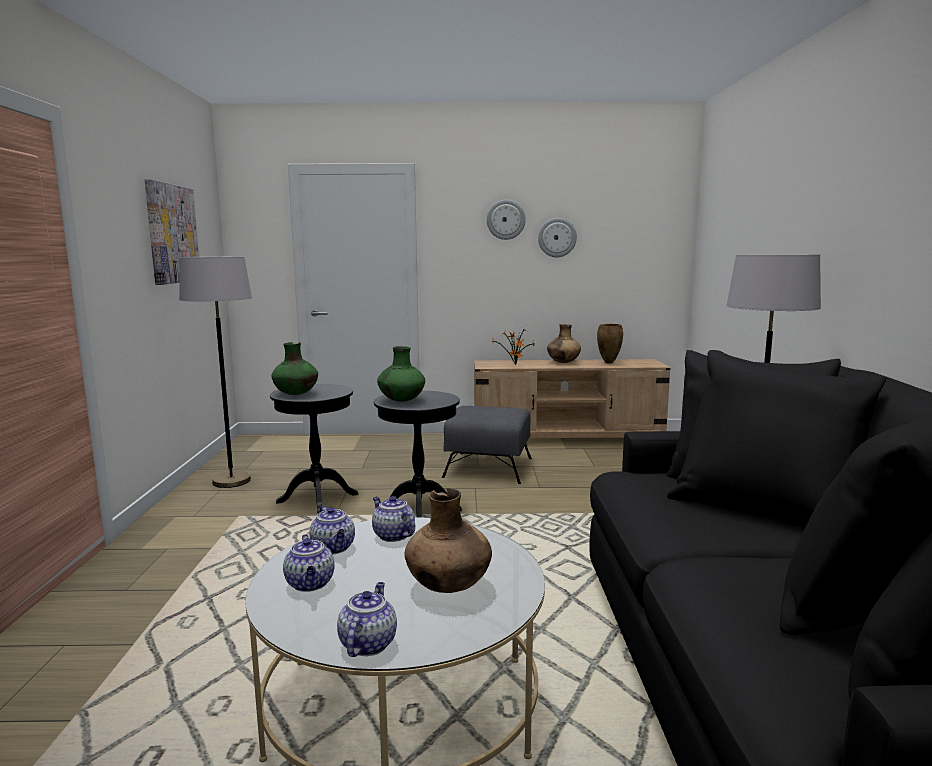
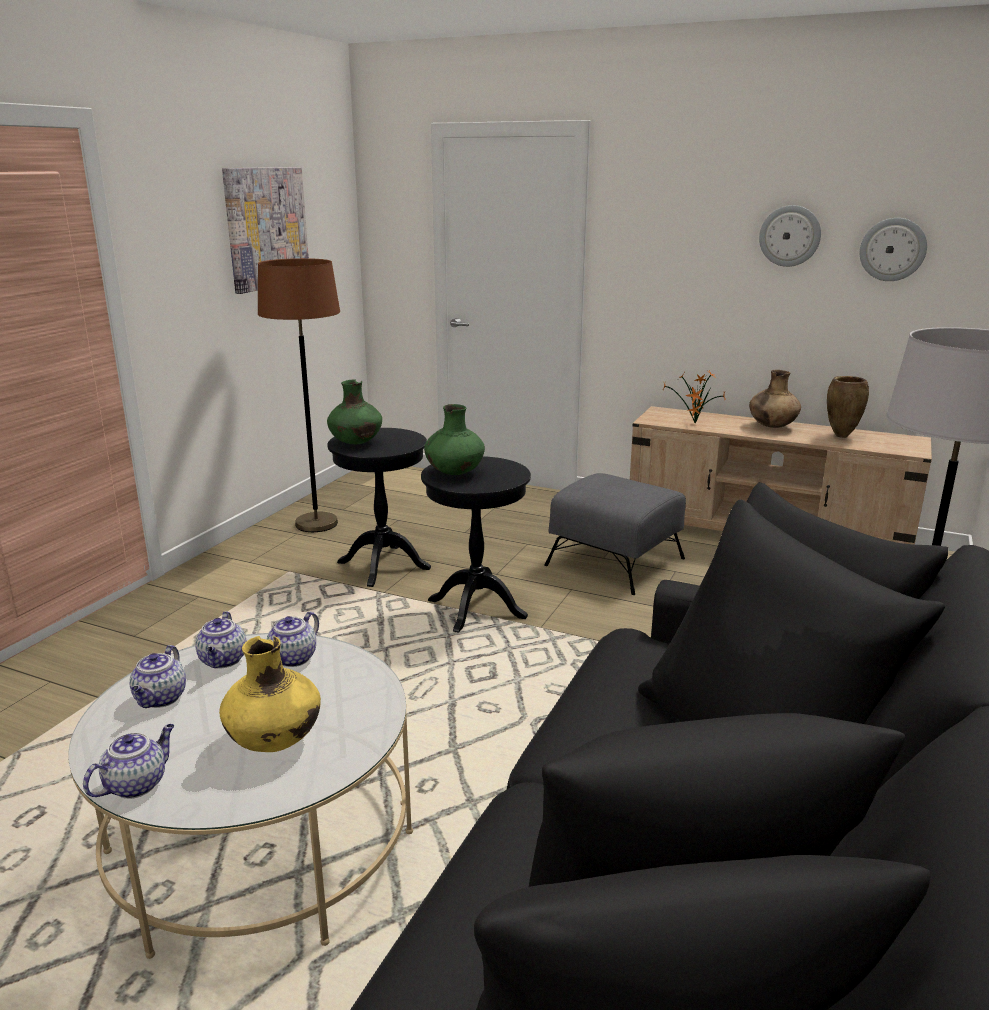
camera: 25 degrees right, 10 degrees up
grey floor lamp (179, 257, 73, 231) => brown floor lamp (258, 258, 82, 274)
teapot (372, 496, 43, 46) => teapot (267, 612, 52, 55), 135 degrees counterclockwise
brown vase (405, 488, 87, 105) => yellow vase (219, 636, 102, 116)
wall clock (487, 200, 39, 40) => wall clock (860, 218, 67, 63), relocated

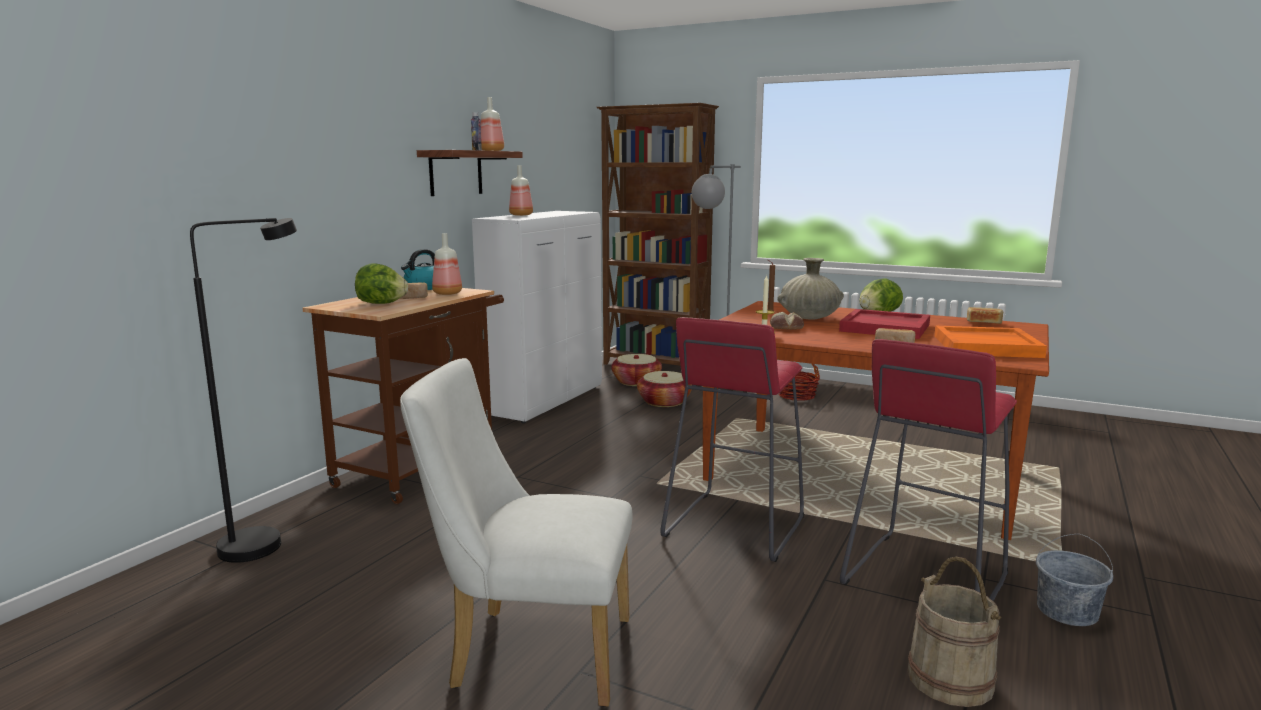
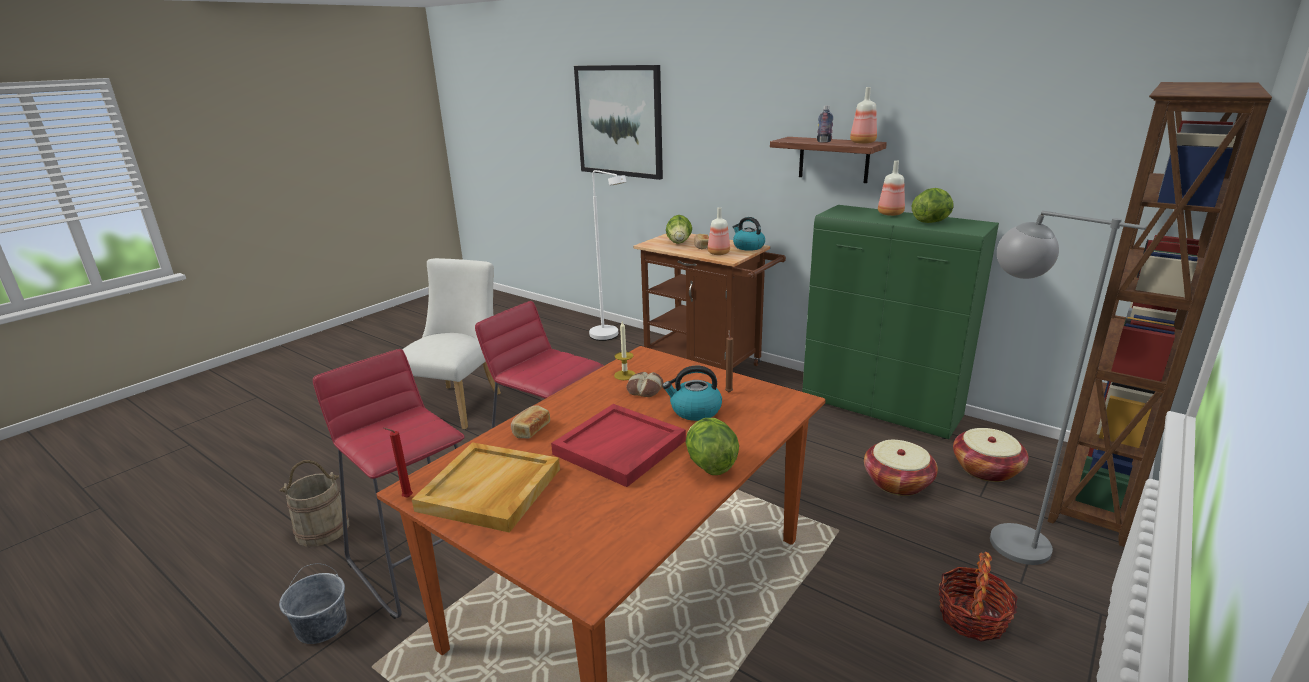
camera: 100 degrees right, 10 degrees up
black floor lamp (190, 218, 107, 345) => white floor lamp (589, 170, 37, 171)
white cabinet (472, 211, 130, 212) => green cabinet (802, 205, 197, 234)
beige vase (777, 258, 67, 61) => kettle (662, 365, 60, 56)
orange tray (934, 326, 113, 32) => beige tray (412, 442, 148, 91)
bread (967, 307, 36, 17) => nothing
nothing => red candle (383, 428, 30, 70)
nothing => picture (574, 65, 89, 115)
nothing => lettuce (912, 188, 42, 35)

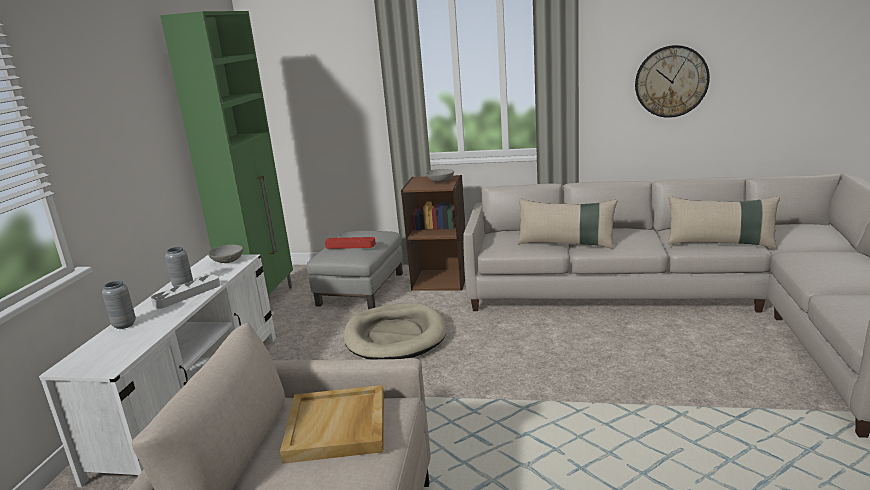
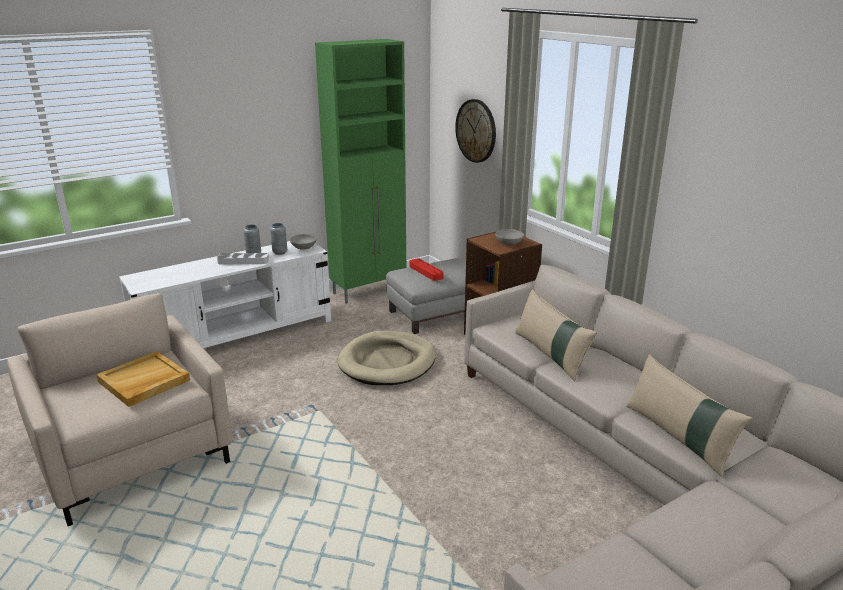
camera: 45 degrees right, 5 degrees up
grey vase (102, 281, 34, 48) => grey vase (270, 223, 17, 32), relocated
wall clock (635, 45, 75, 73) => wall clock (455, 99, 41, 64), relocated

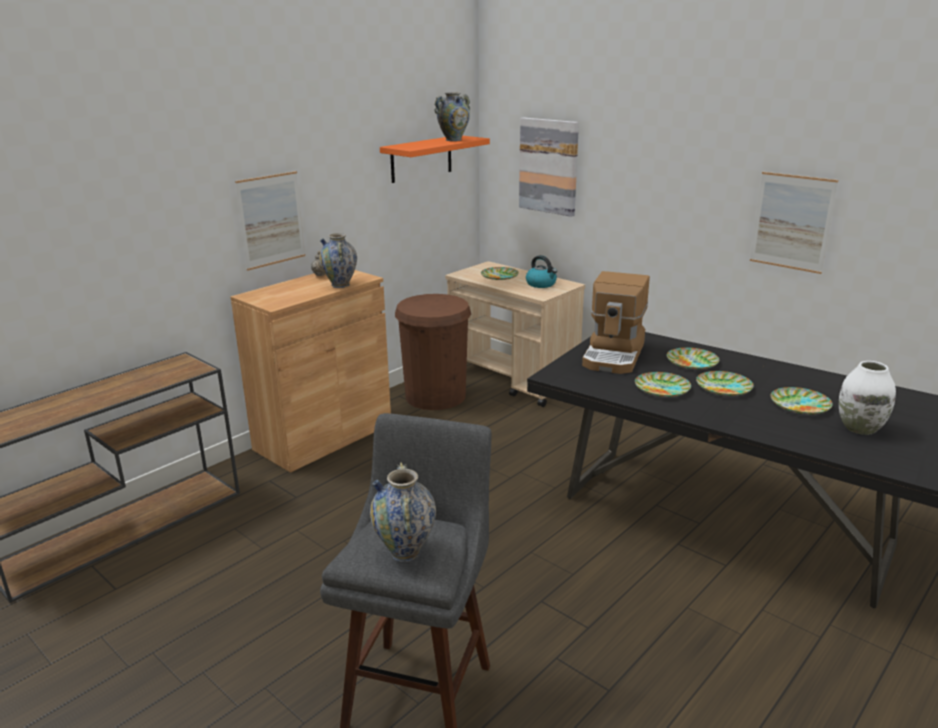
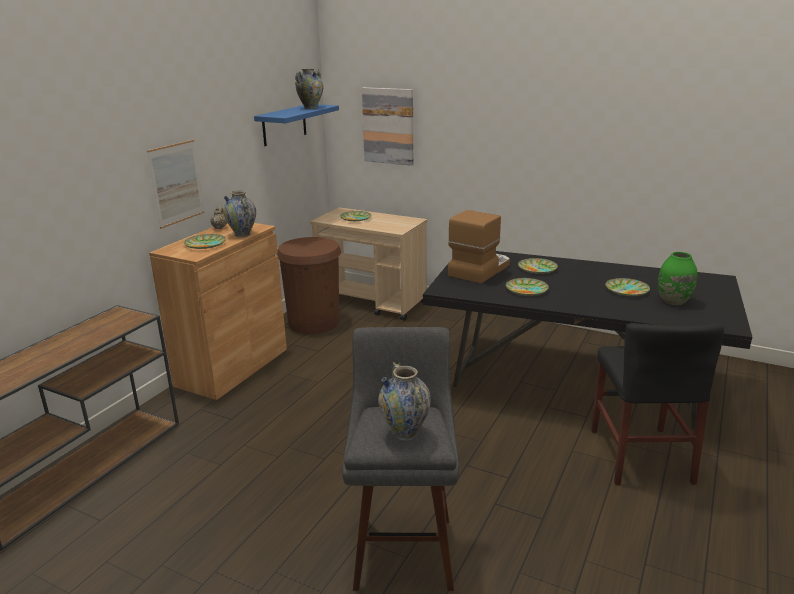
camera: 15 degrees left, 0 degrees up
orange shelf (380, 136, 110, 47) => blue shelf (254, 104, 85, 42)
kettle (526, 255, 31, 33) => nothing
coffee machine (582, 271, 68, 103) => coffee machine (448, 210, 62, 74), 150 degrees counterclockwise
plate (696, 371, 58, 25) => plate (184, 234, 42, 15), relocated
picture (750, 172, 88, 102) => nothing
white vase (839, 361, 57, 74) => green vase (658, 252, 40, 53)
nothing => black chair (591, 323, 133, 162)

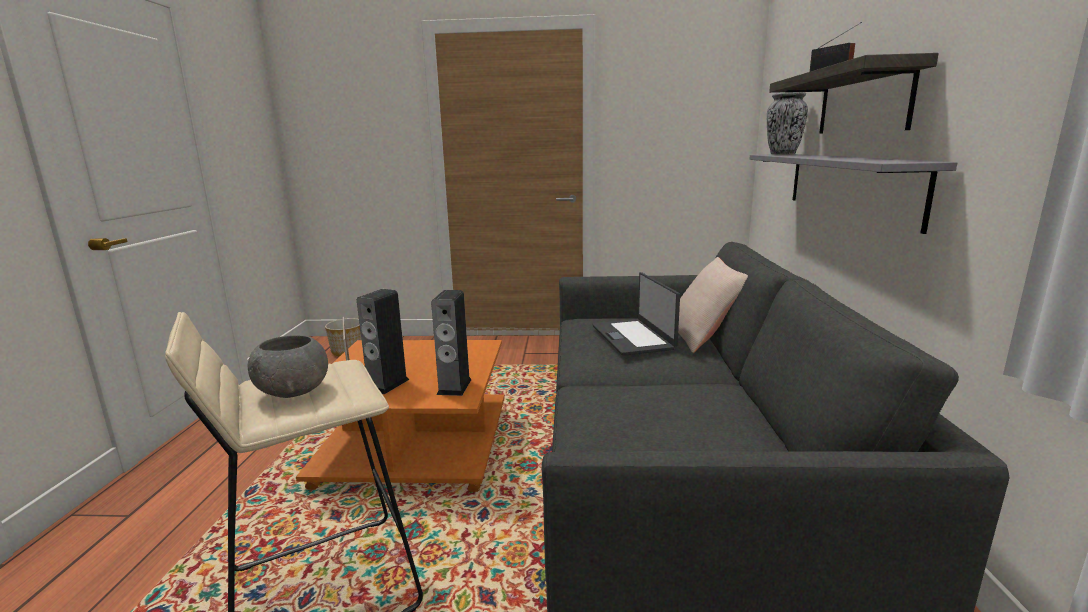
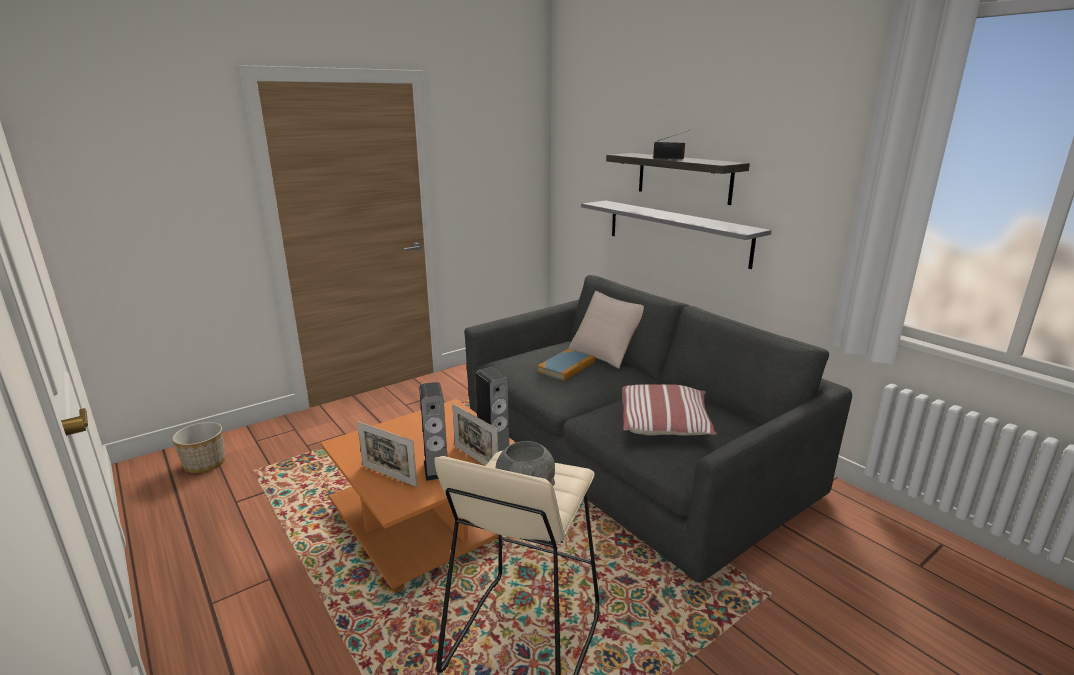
camera: 40 degrees left, 5 degrees up
laptop (592, 272, 88, 84) => book (537, 349, 58, 32)
vase (767, 92, 41, 63) => nothing
nothing => picture frame (452, 404, 46, 62)
nothing => pillow (622, 384, 95, 52)

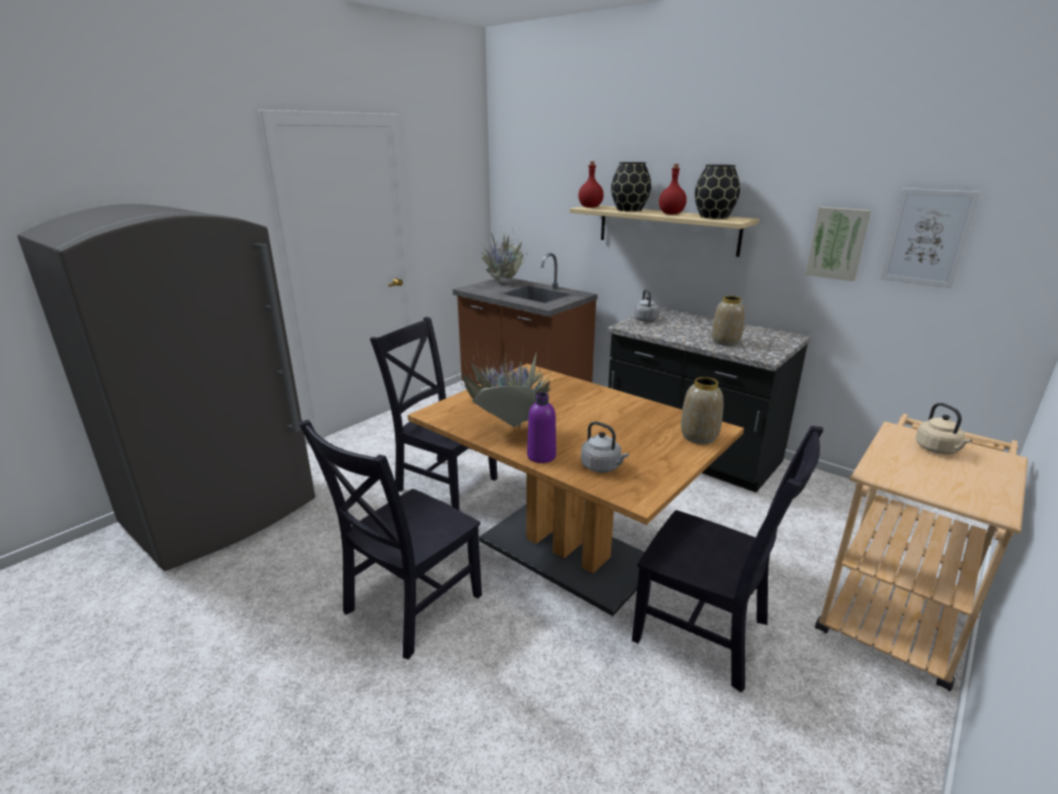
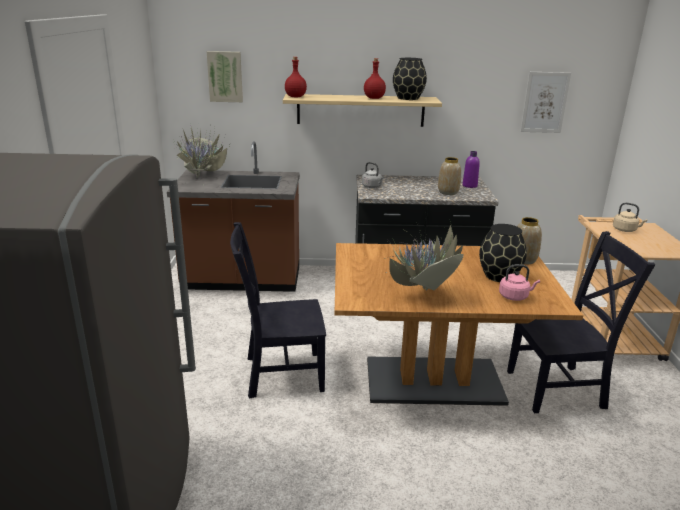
camera: 40 degrees left, 0 degrees up
black chair (298, 420, 184, 240) => nothing
purple bottle (527, 392, 29, 71) => purple bottle (462, 151, 18, 37), relocated
grey kettle (581, 421, 48, 52) => pink kettle (499, 264, 41, 37)
black vase (611, 162, 40, 50) => black vase (479, 224, 48, 58), relocated
picture (806, 207, 65, 74) => picture (207, 51, 36, 51), relocated

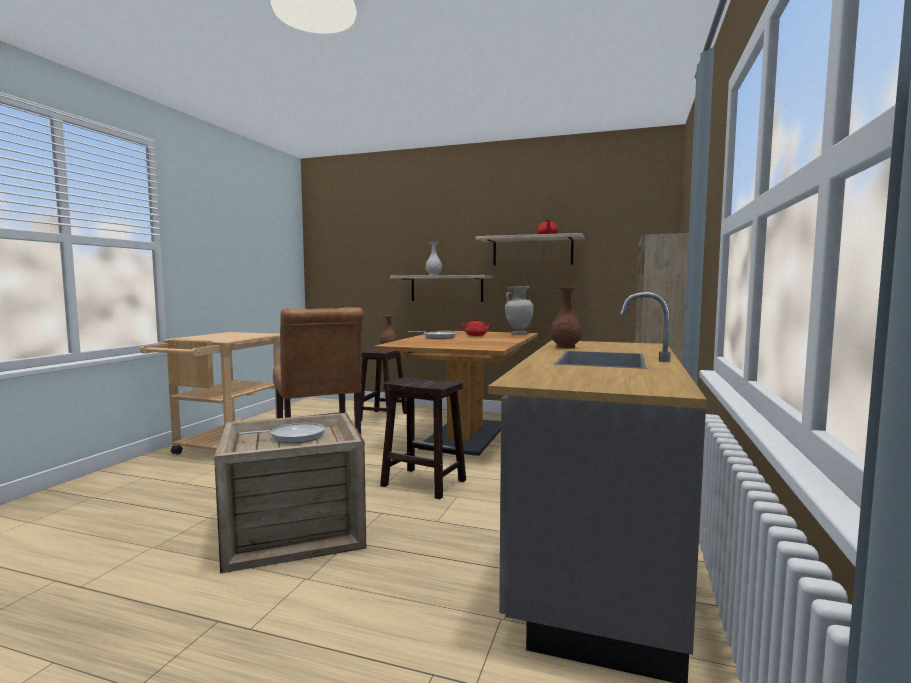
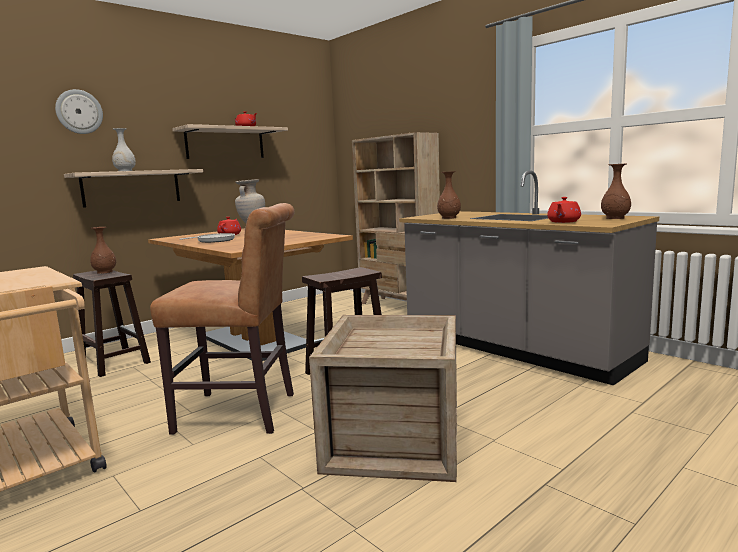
camera: 60 degrees left, 5 degrees up
frying pan (239, 423, 86, 20) => nothing
nothing => wall clock (55, 89, 48, 45)
nothing => red teapot (547, 197, 34, 26)
nothing => brown vase (601, 164, 30, 55)

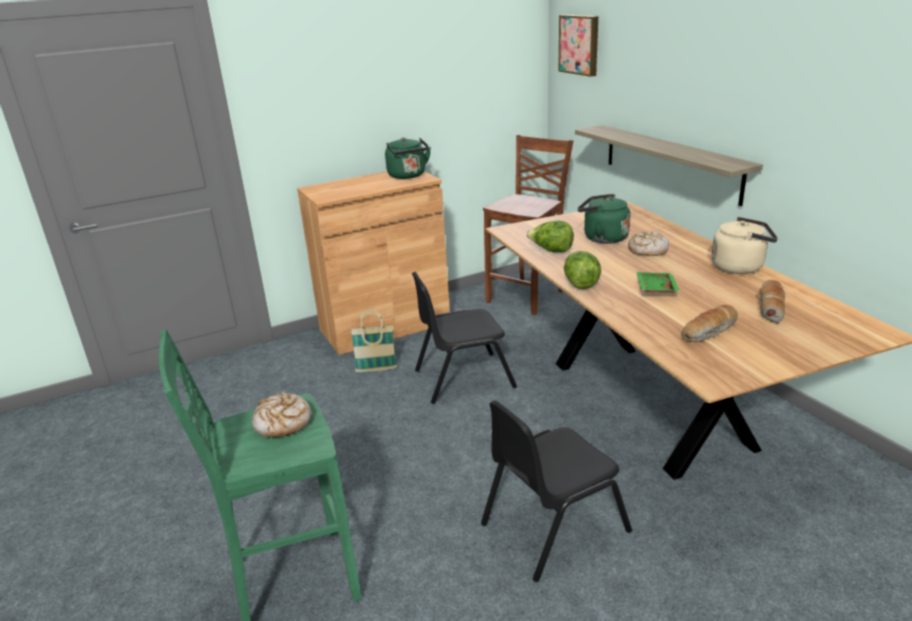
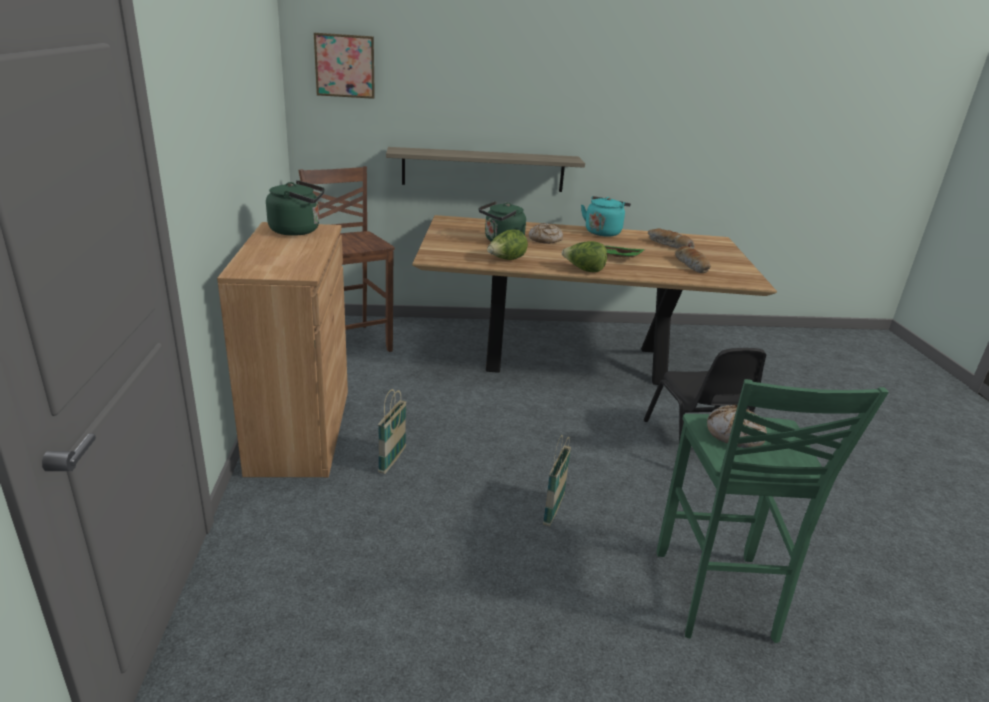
camera: 70 degrees left, 0 degrees up
black chair (412, 272, 105, 132) => nothing
beige kettle (712, 217, 66, 57) => turquoise kettle (581, 196, 50, 41)
nothing => basket (543, 435, 28, 91)

